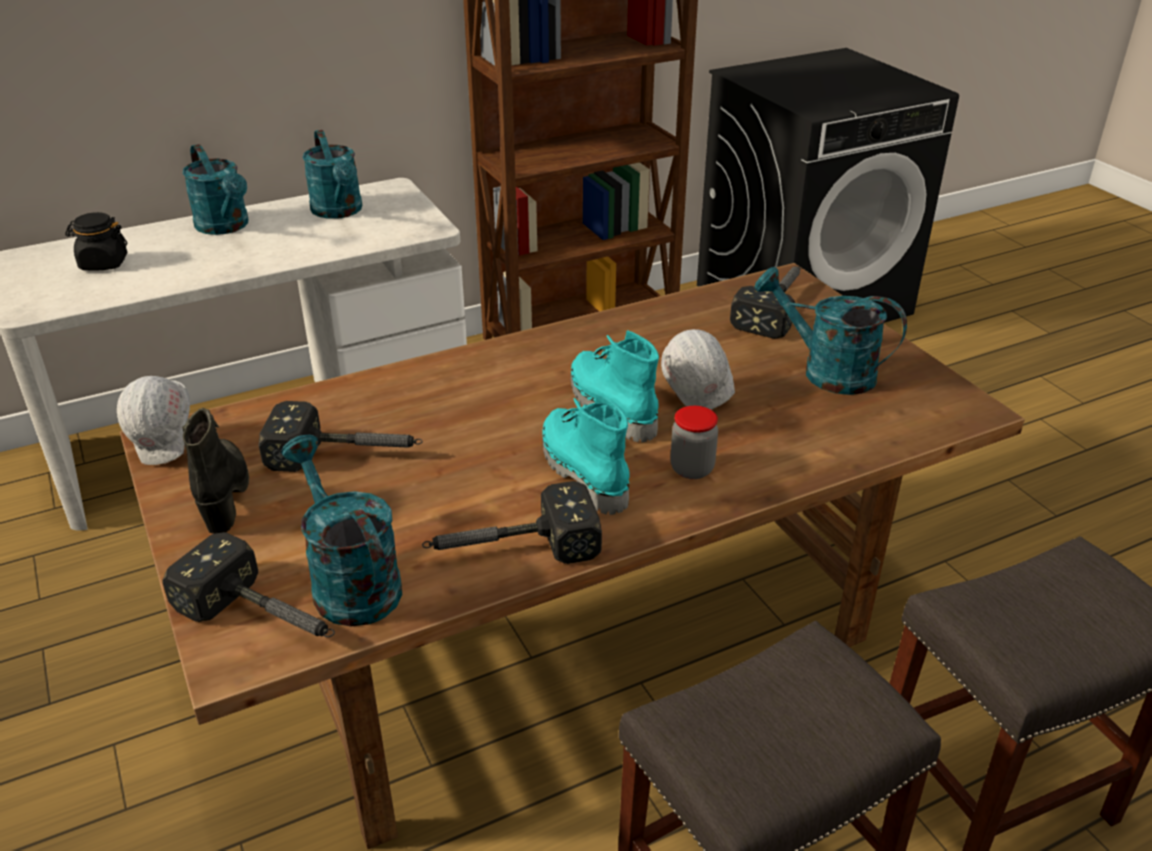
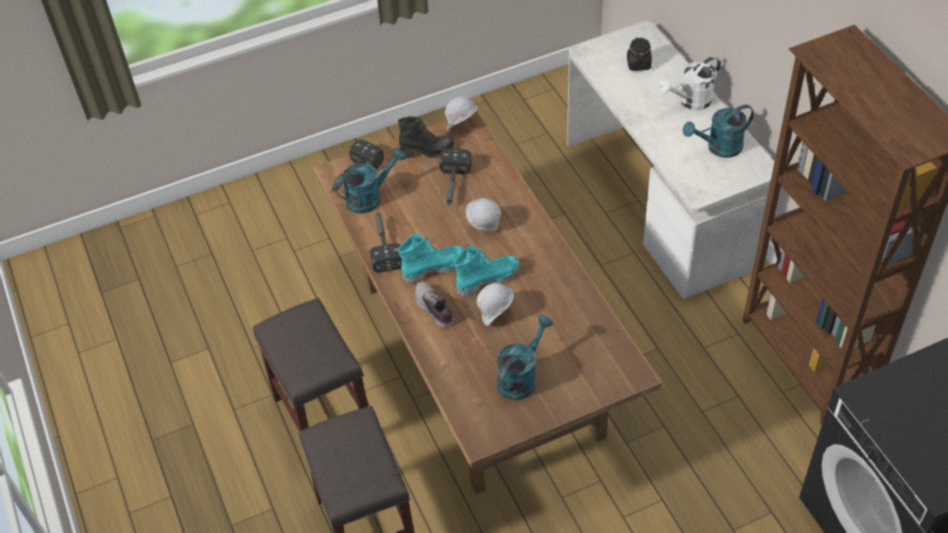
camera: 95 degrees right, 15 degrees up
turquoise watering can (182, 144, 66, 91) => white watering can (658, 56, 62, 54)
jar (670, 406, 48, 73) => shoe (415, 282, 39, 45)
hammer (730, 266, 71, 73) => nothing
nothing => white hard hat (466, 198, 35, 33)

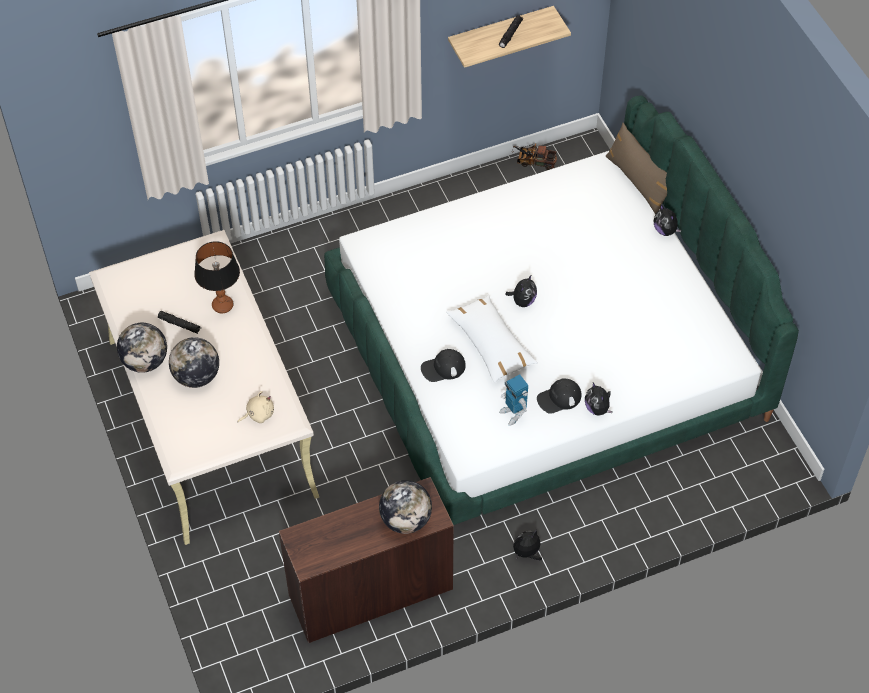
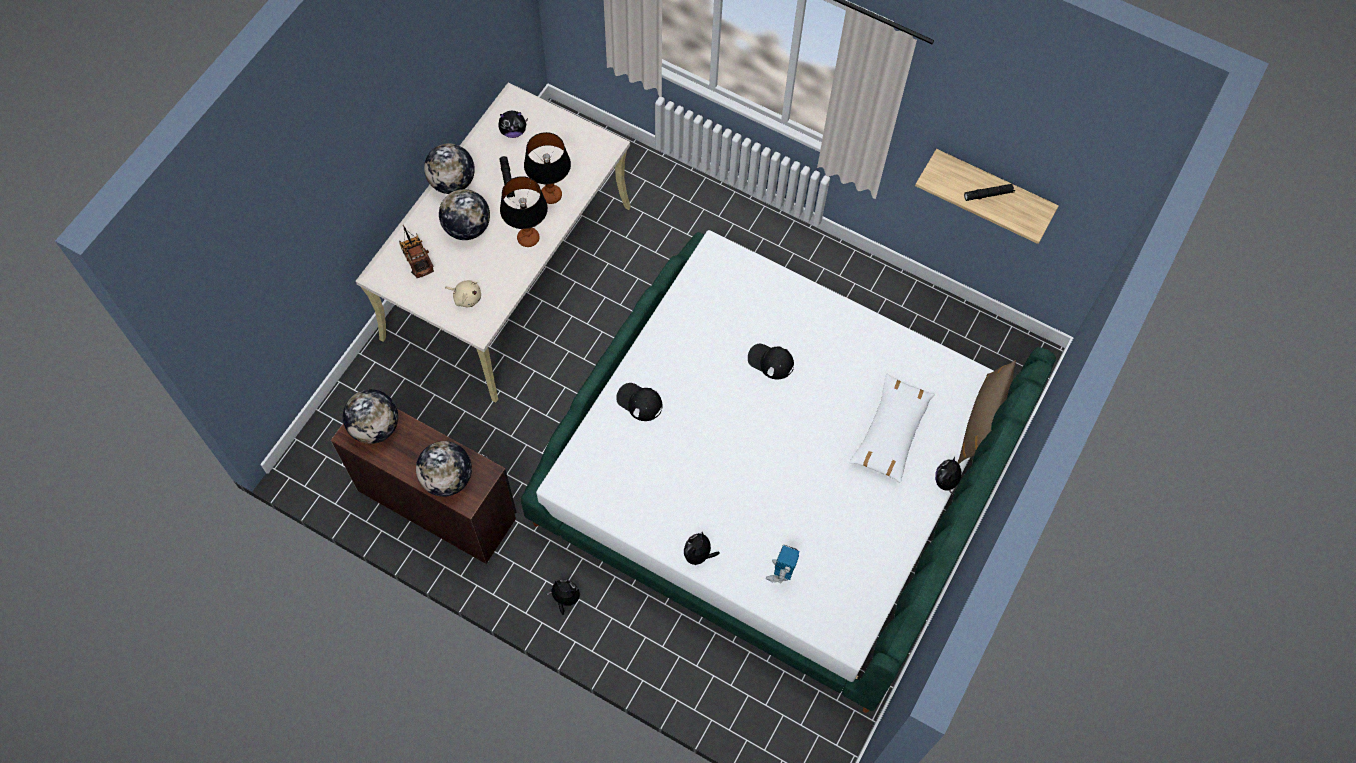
camera: 50 degrees right, 10 degrees up
white pillow (446, 294, 92, 89) => white pillow (849, 373, 86, 110), relocated
toy robot (499, 375, 29, 51) => toy robot (766, 544, 34, 39), relocated
plush toy (505, 275, 32, 32) => plush toy (498, 111, 30, 27), relocated
toy truck (512, 143, 45, 27) => toy truck (399, 225, 35, 53), relocated
black cap (537, 379, 45, 35) => black cap (748, 344, 46, 35), relocated
nothing => globe (343, 389, 55, 55)
nothing => table lamp (500, 176, 48, 71)

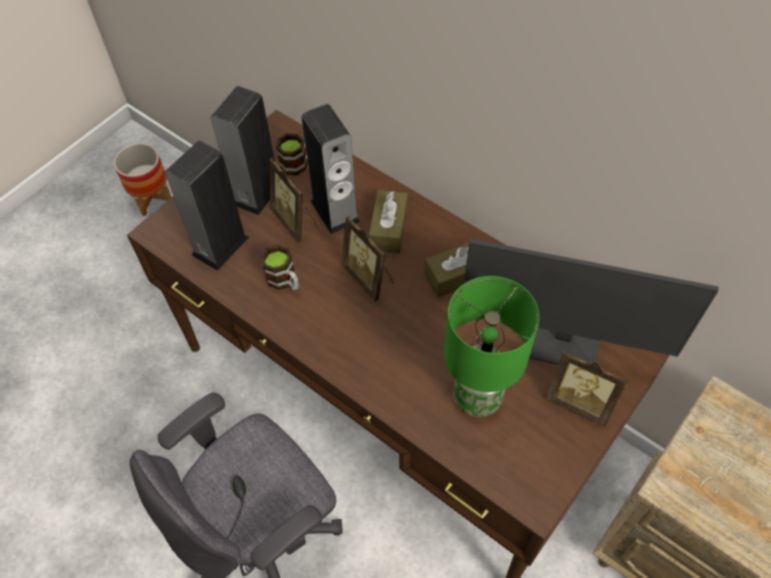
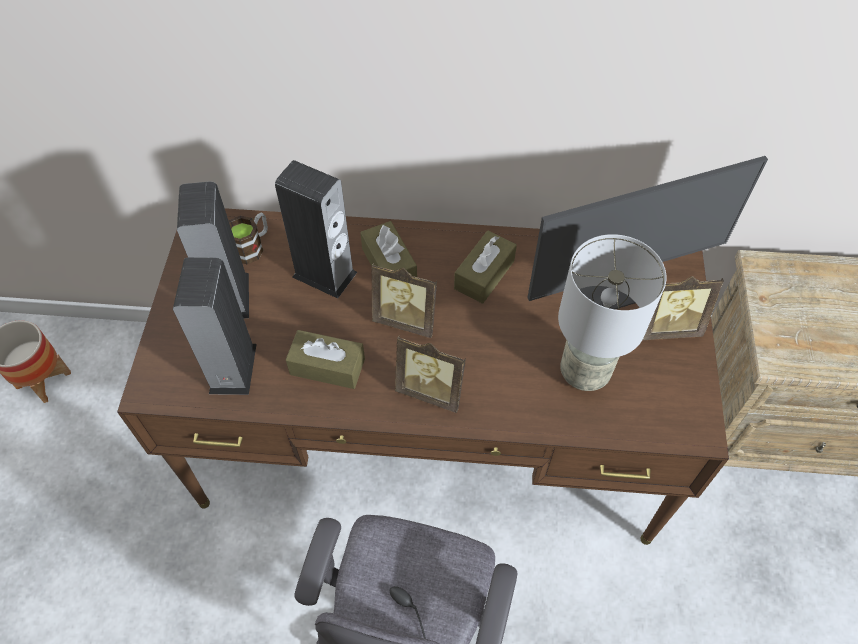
camera: 35 degrees left, 0 degrees up
mug (260, 244, 39, 47) => brown tissue box (286, 330, 79, 59)
picture frame (270, 158, 48, 85) => picture frame (395, 335, 71, 78), relocated
green table lamp (444, 276, 95, 141) => grey table lamp (558, 234, 108, 157)

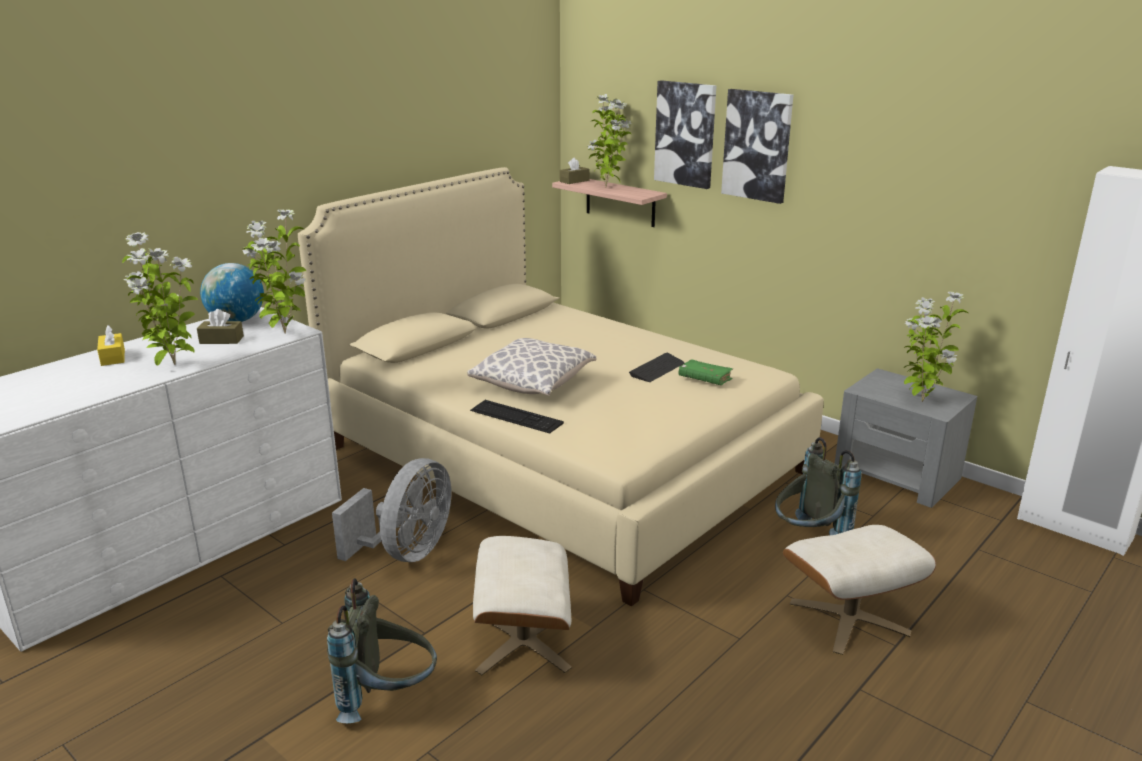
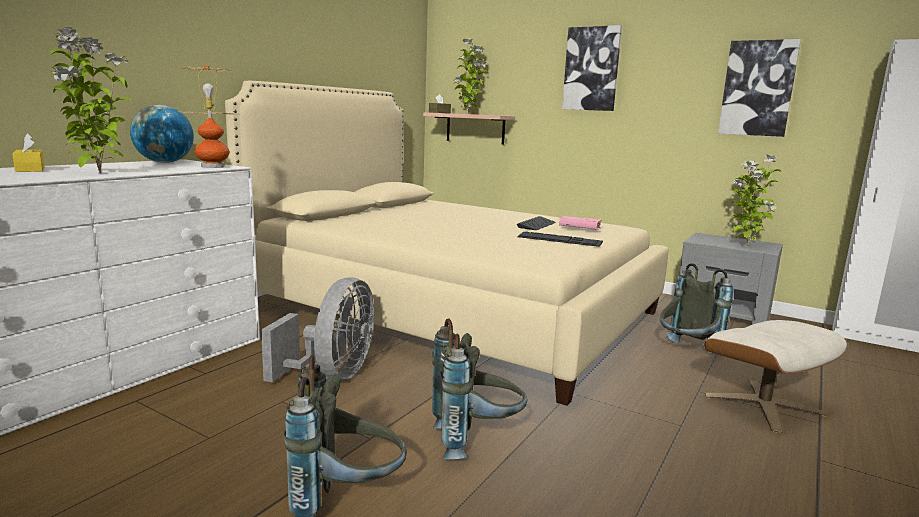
camera: 10 degrees left, 10 degrees down
brown tissue box (197, 309, 47, 35) => nothing
potted plant (242, 209, 64, 125) => table lamp (180, 65, 57, 103)
pillow (467, 338, 129, 58) => nothing
keyboard (470, 400, 94, 33) => keyboard (517, 231, 86, 16), relocated
beige ottoman (473, 536, 99, 140) => grey backpack (432, 318, 95, 141)
picture (654, 80, 62, 109) => picture (718, 39, 83, 98), relocated
green book (679, 359, 54, 26) => pink book (559, 216, 43, 14)

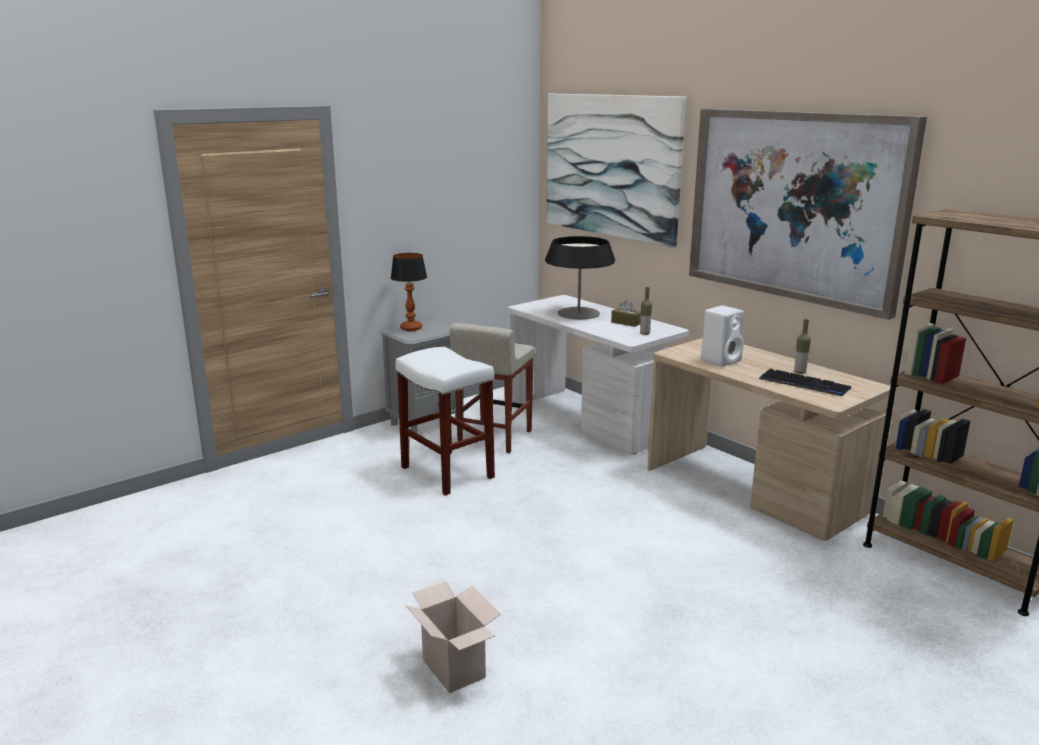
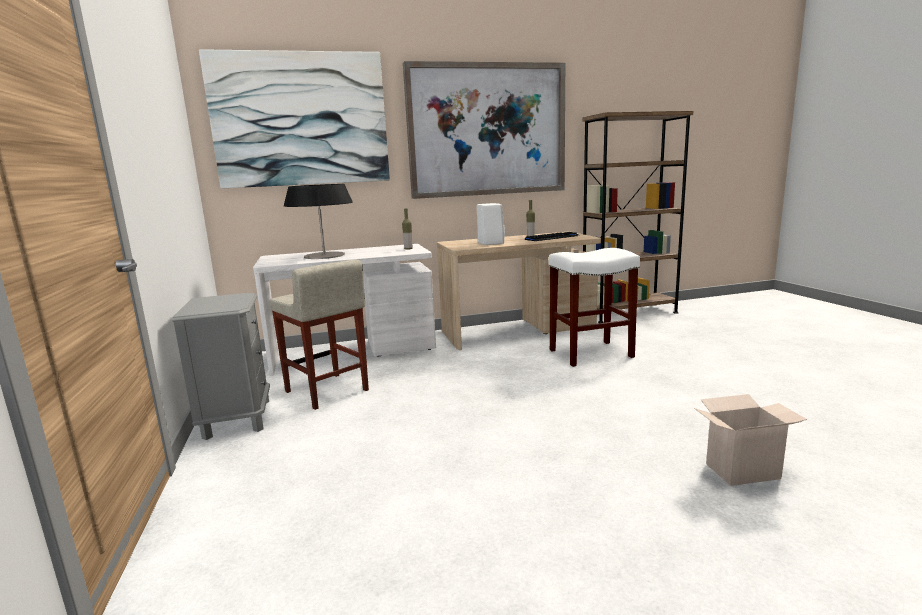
camera: 65 degrees left, 5 degrees down
table lamp (391, 253, 36, 78) => nothing
white stool (395, 347, 100, 149) => white stool (548, 248, 92, 119), relocated
brown tissue box (611, 300, 30, 27) => nothing

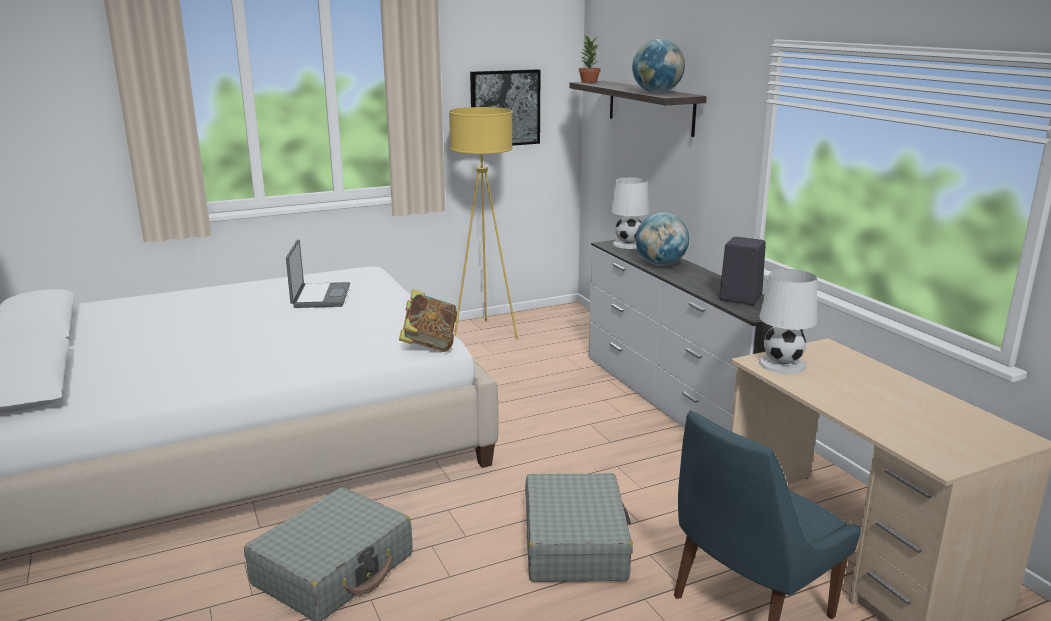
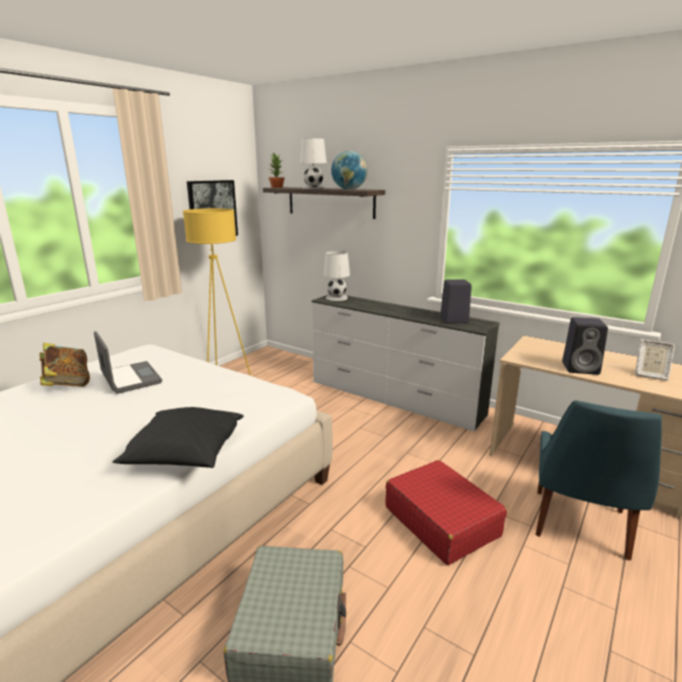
camera: 30 degrees left, 0 degrees up
book (399, 289, 58, 63) => book (40, 343, 50, 44), relocated
grey suitcase (525, 473, 108, 109) => red suitcase (385, 460, 122, 105)
globe (636, 212, 53, 54) => nothing
white table lamp (759, 269, 58, 105) => white table lamp (300, 138, 27, 51), relocated
nothing => black pillow (113, 407, 131, 61)
nothing => black speaker (562, 317, 46, 58)
nothing => picture frame (635, 339, 40, 42)

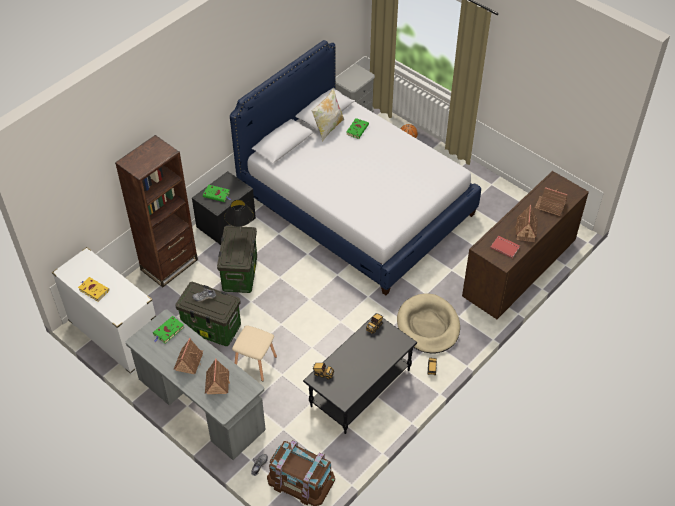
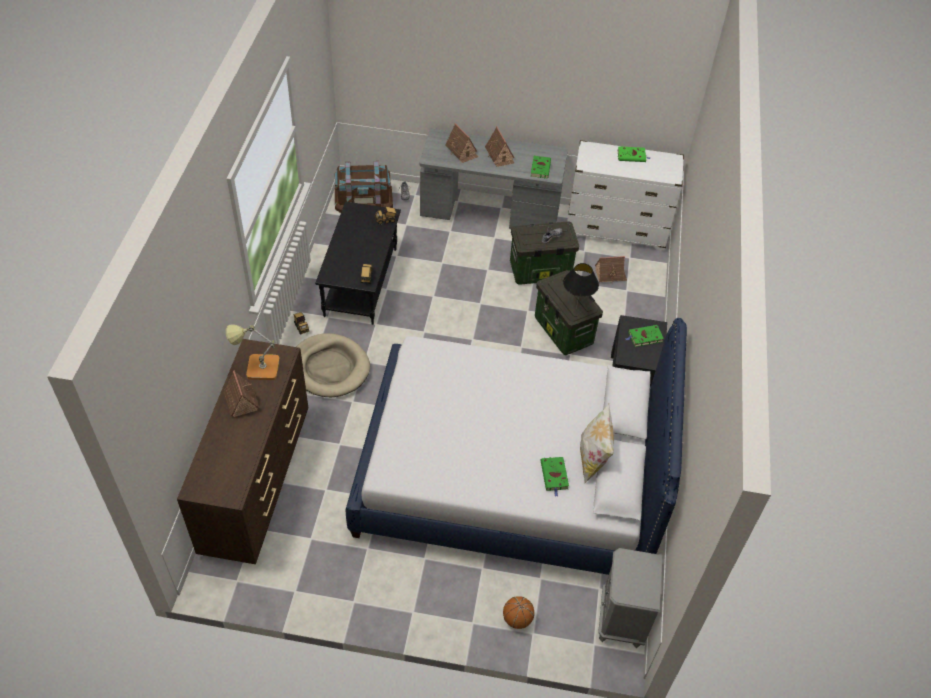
camera: 145 degrees right, 0 degrees up
yellow book (78, 277, 31, 24) => green book (618, 146, 32, 16)
brown bookcase (115, 135, 83, 152) => nothing
beige stool (232, 325, 45, 56) => nothing
red book (490, 236, 30, 22) => table lamp (225, 324, 55, 56)
toy house (535, 187, 33, 29) => toy house (595, 256, 32, 27), relocated

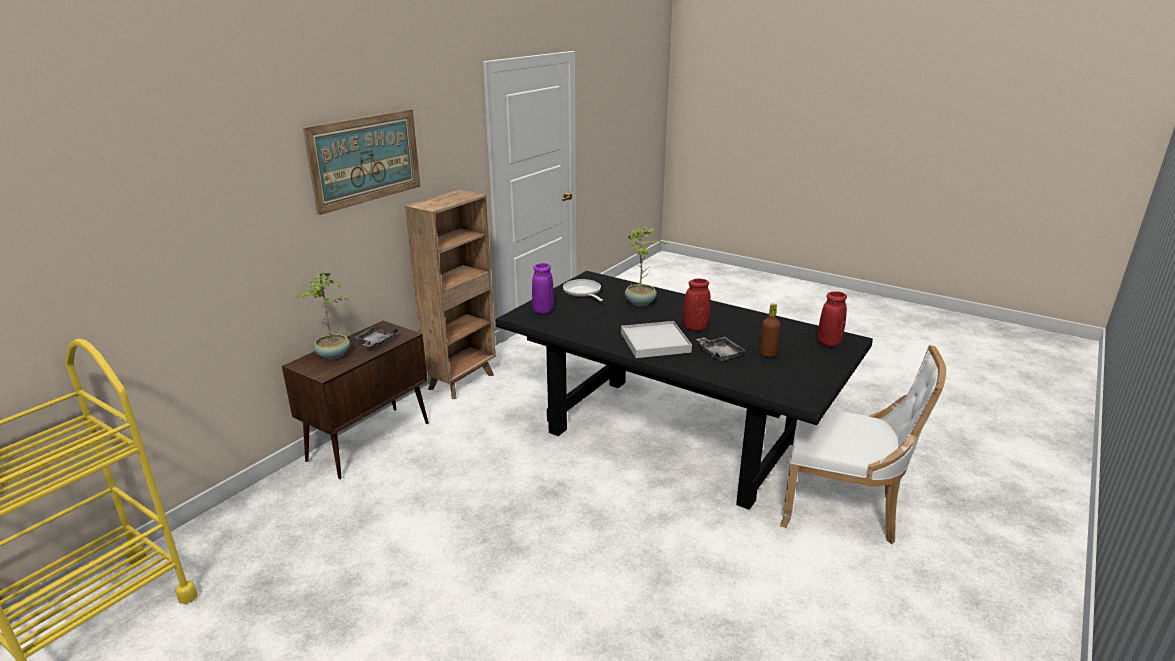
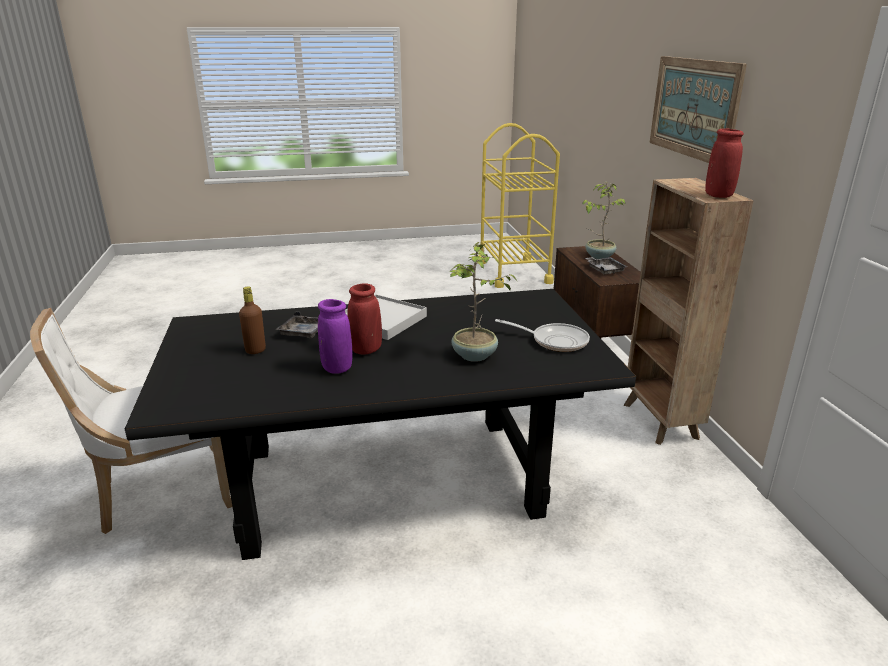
camera: 135 degrees right, 0 degrees up
purple vase (532, 263, 22, 51) => purple vase (318, 299, 35, 75), relocated
red vase (817, 291, 30, 55) => red vase (705, 128, 39, 70), relocated

